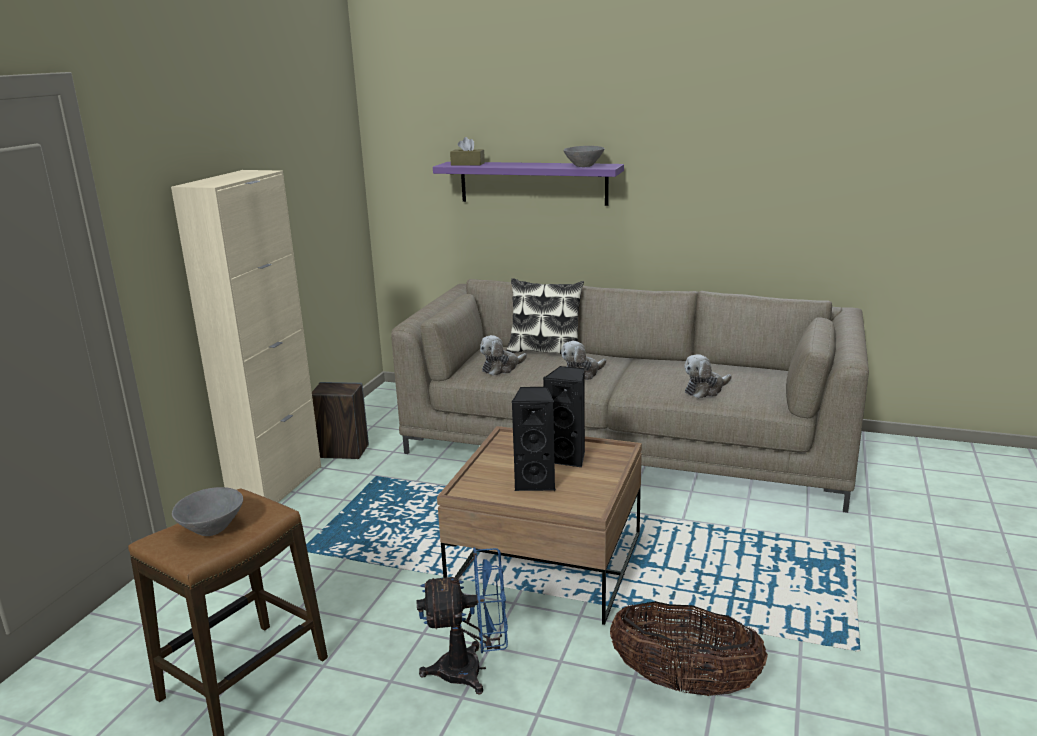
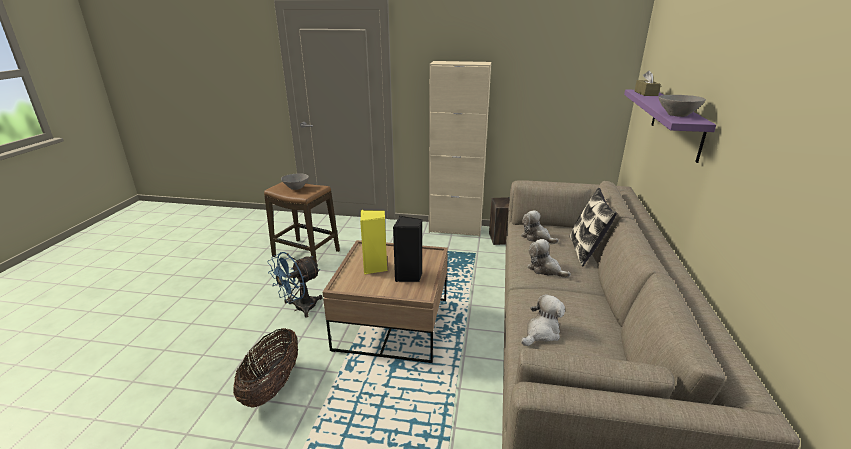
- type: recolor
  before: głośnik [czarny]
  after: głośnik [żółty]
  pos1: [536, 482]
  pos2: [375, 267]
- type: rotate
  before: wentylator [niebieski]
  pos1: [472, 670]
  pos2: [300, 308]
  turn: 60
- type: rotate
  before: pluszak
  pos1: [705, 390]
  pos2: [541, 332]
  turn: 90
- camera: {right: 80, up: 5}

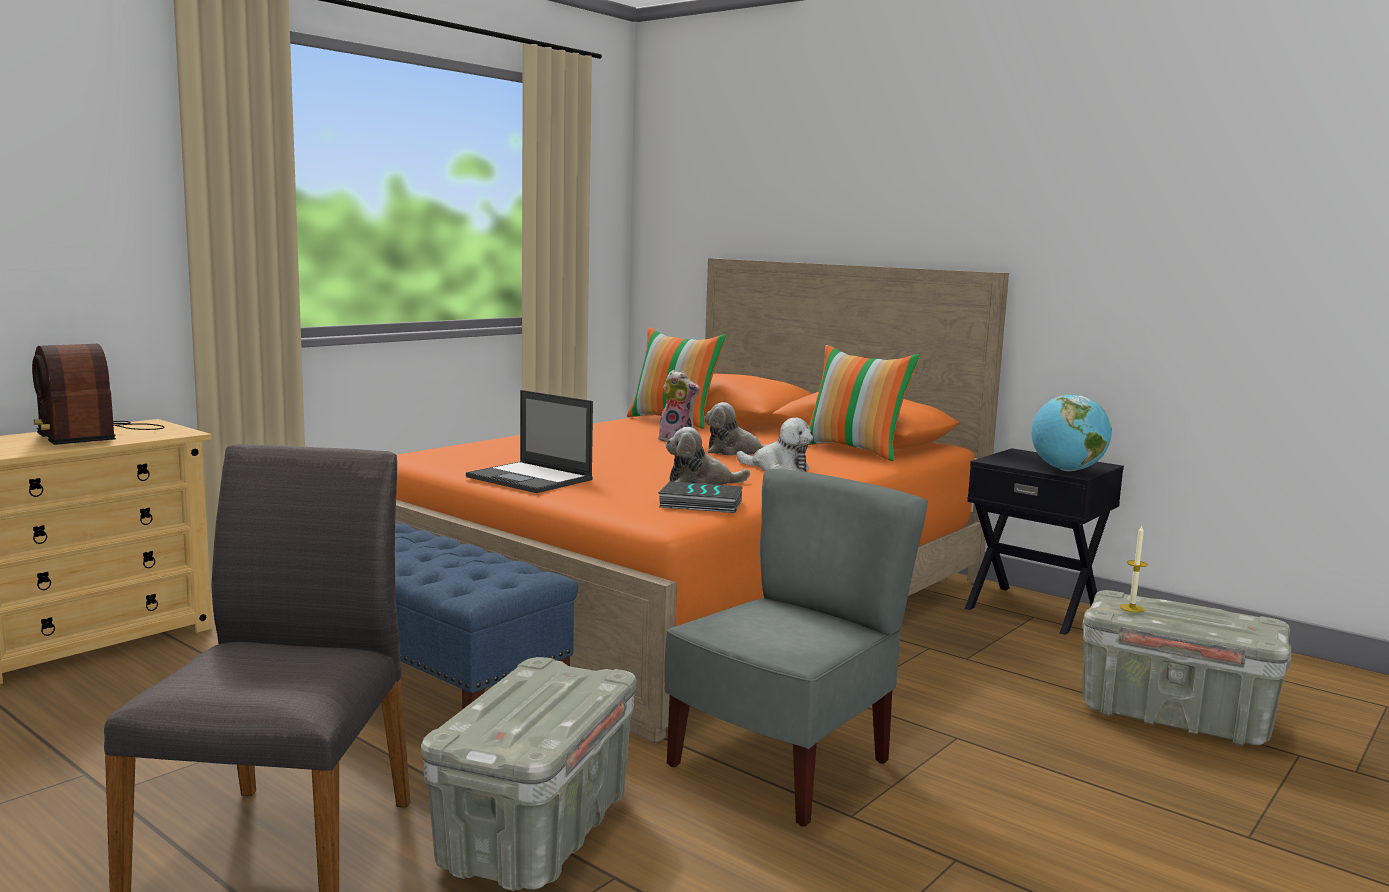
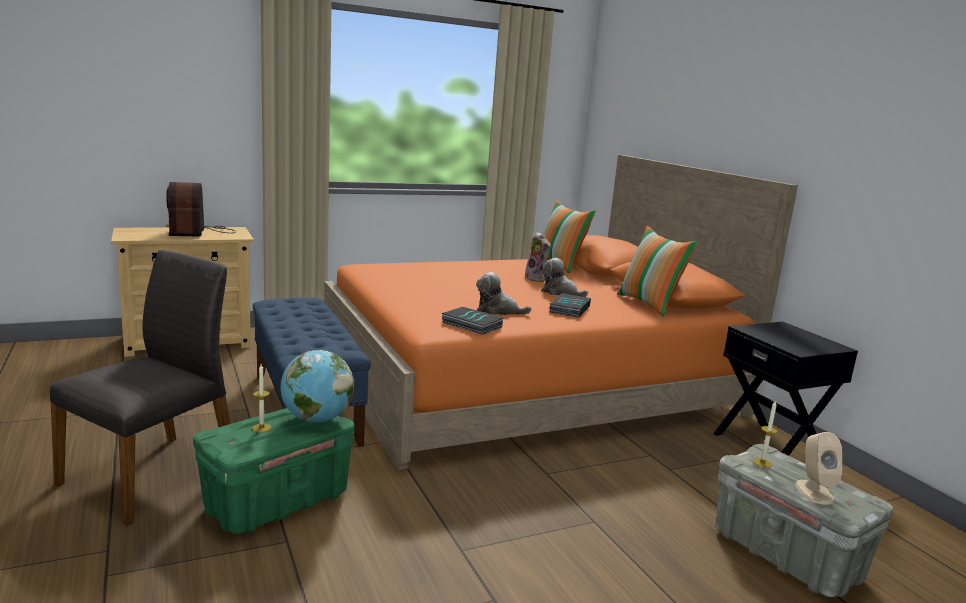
- type: delete
  before: laptop
  pos1: [531, 478]
- type: delete
  before: krzesło [szary]
  pos1: [783, 765]
- type: insert
  after: świeca
  pos2: [261, 428]
- type: insert
  after: głośnik [beżowy]
  pos2: [814, 492]
- type: move
  before: globus
  pos1: [1066, 470]
  pos2: [316, 419]
- type: replace
  before: pluszak
  after: książka
  pos1: [778, 468]
  pos2: [568, 309]
- type: recolor
  before: pojemnik do przechowywania [szary]
  after: pojemnik do przechowywania [zielony]
  pos1: [535, 830]
  pos2: [277, 501]
- camera: {right: 25, up: 5}

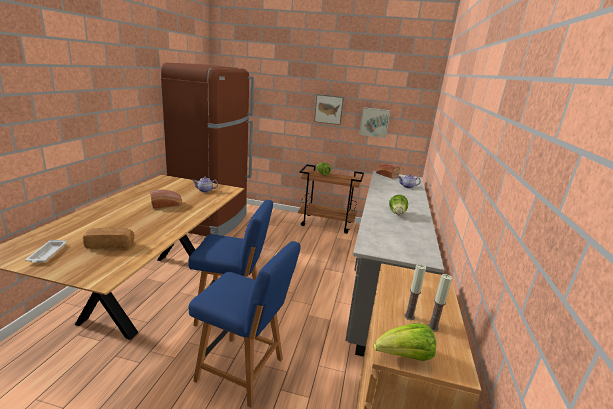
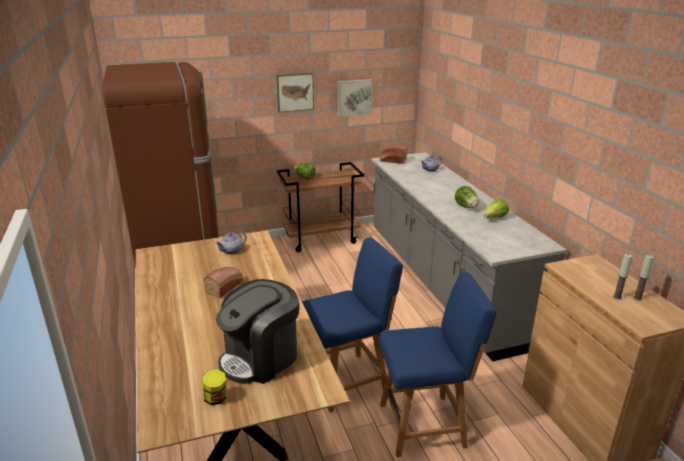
- type: move
  before: sałata
  pos1: [404, 357]
  pos2: [494, 219]
- type: replace
  before: taca [biały]
  after: słoik
  pos1: [47, 254]
  pos2: [216, 399]
- type: replace
  before: chleb
  after: ekspres do kawy
  pos1: [110, 245]
  pos2: [260, 358]
- camera: {right: -30, up: 5}

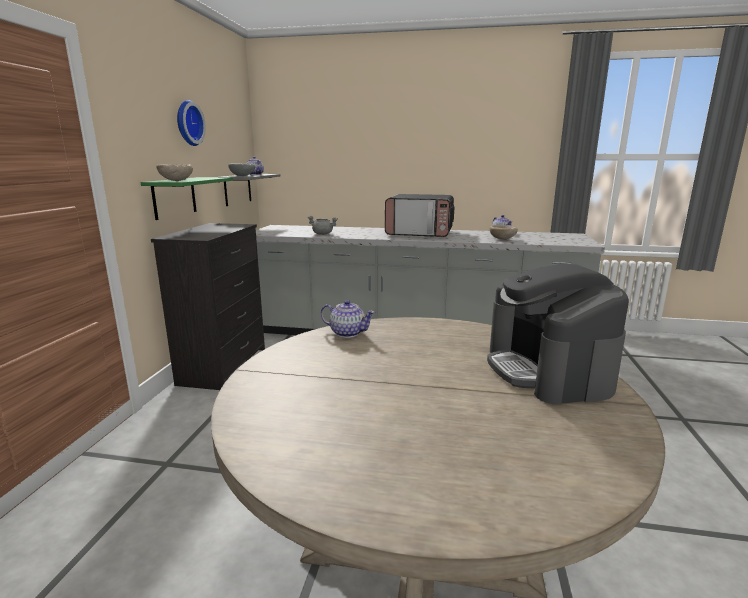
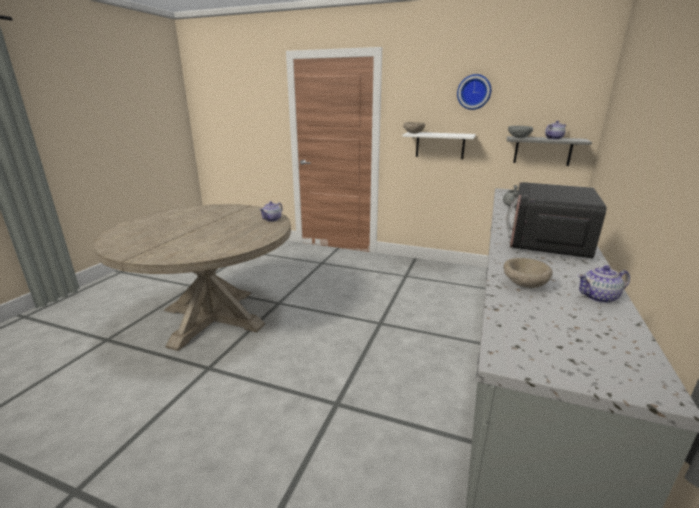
- type: delete
  before: komoda [czarny]
  pos1: [224, 365]
- type: delete
  before: ekspres do kawy
  pos1: [547, 370]
- type: recolor
  before: półka [zielony]
  after: półka [biały]
  pos1: [174, 197]
  pos2: [440, 145]
- camera: {right: 100, up: 5}

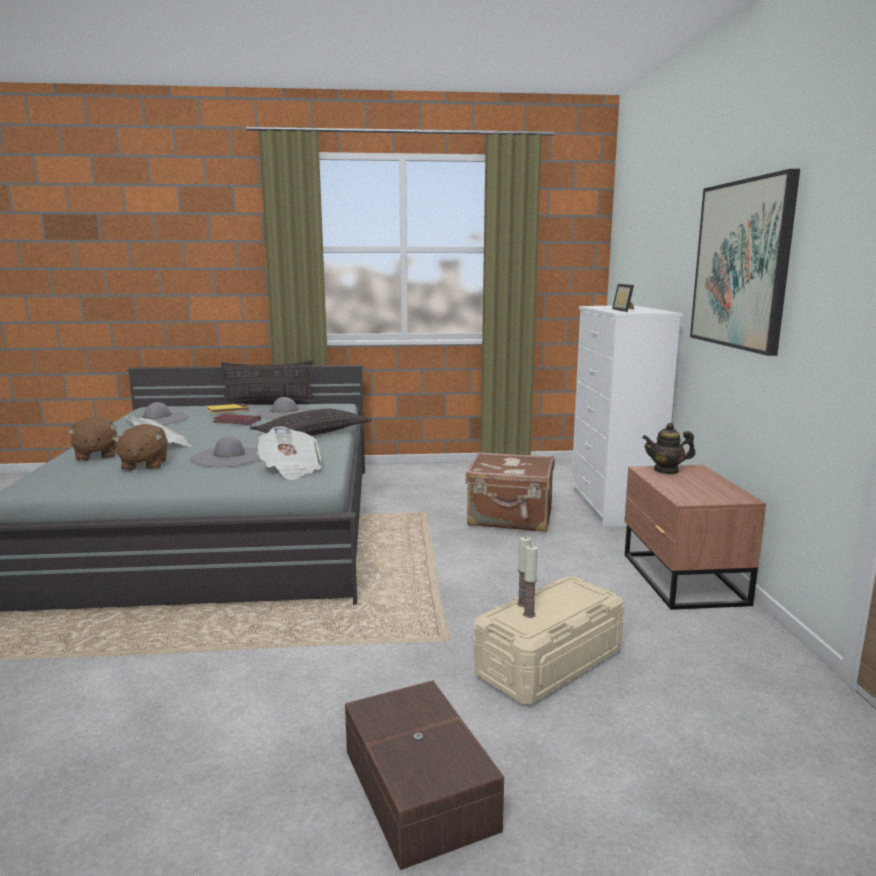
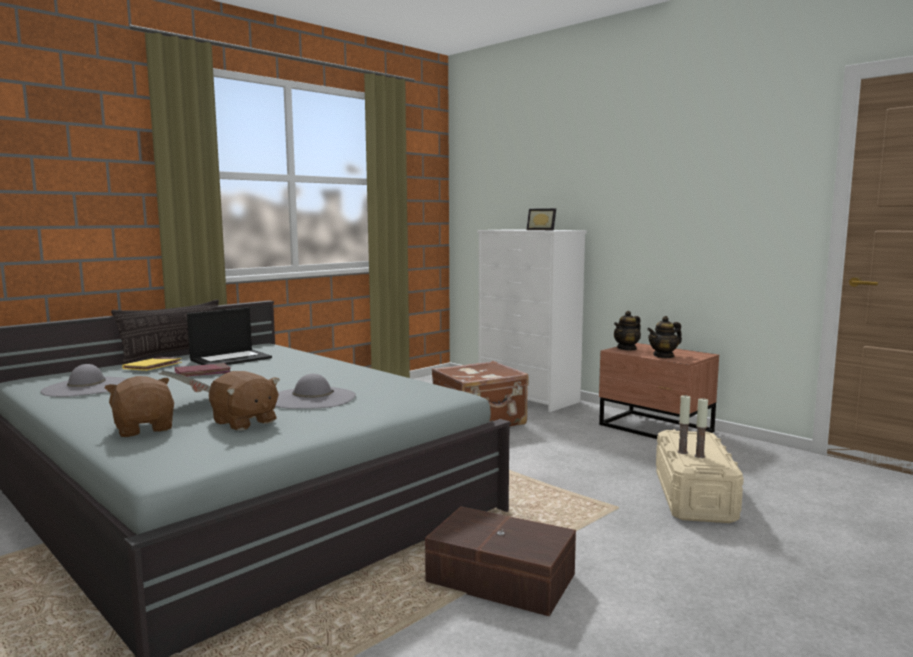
- type: delete
  before: poduszka
  pos1: [313, 433]
- type: delete
  before: gazeta
  pos1: [290, 470]
- type: delete
  before: obraz
  pos1: [741, 265]
- type: insert
  after: imbryk
  pos2: [664, 356]
- type: move
  before: pojemnik do przechowywania [brązowy]
  pos1: [416, 791]
  pos2: [501, 580]
- type: replace
  before: kapelusz [szary]
  after: laptop
  pos1: [285, 413]
  pos2: [231, 359]
- type: rotate
  before: pluszak [brązowy]
  pos1: [96, 456]
  pos2: [144, 428]
  turn: -150
- camera: {right: -40, up: -5}

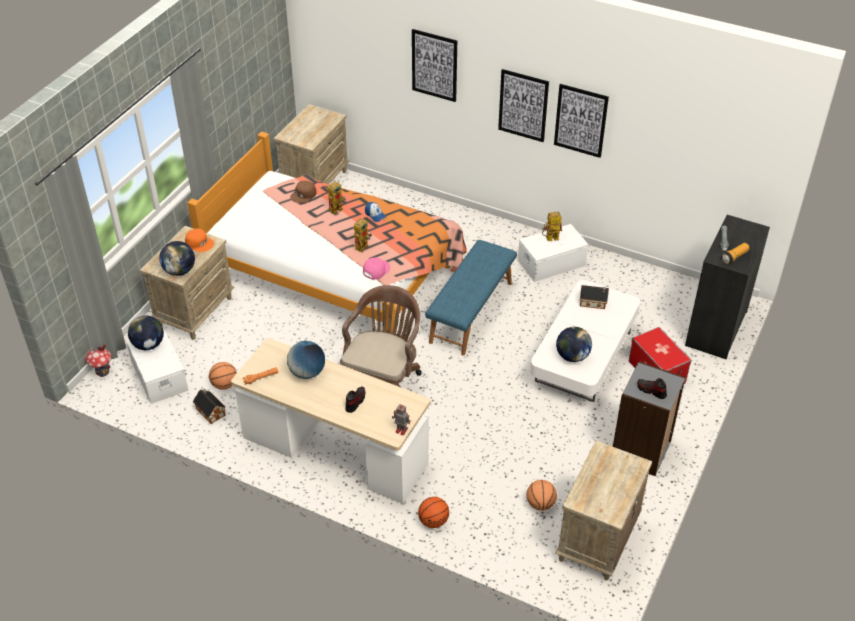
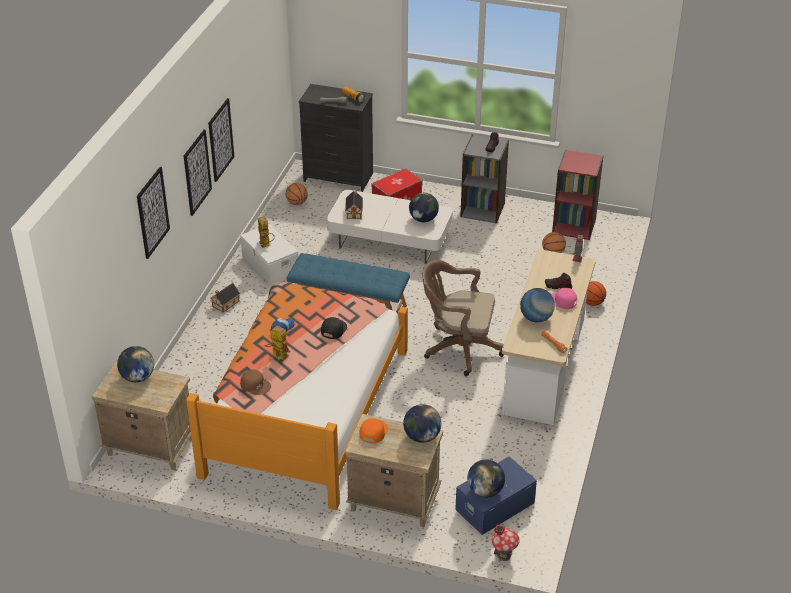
- type: insert
  after: globus
  pos2: [137, 377]
- type: move
  before: domek
  pos1: [210, 411]
  pos2: [224, 304]
- type: move
  before: piłka do koszykówki
  pos1: [224, 385]
  pos2: [297, 203]
- type: move
  before: czapka z daszkiem [różowy]
  pos1: [376, 269]
  pos2: [562, 301]
- type: replace
  before: robot zabawkowy
  after: czapka z daszkiem [czarny]
  pos1: [362, 245]
  pos2: [333, 329]
- type: replace
  before: szafka nocna [beżowy]
  after: regał [czerwony]
  pos1: [597, 540]
  pos2: [574, 226]
- type: recolor
  before: pojemnik do przechowywania [biały]
  after: pojemnik do przechowywania [niebieski]
  pos1: [160, 375]
  pos2: [494, 506]
- camera: {right: -100, up: -5}

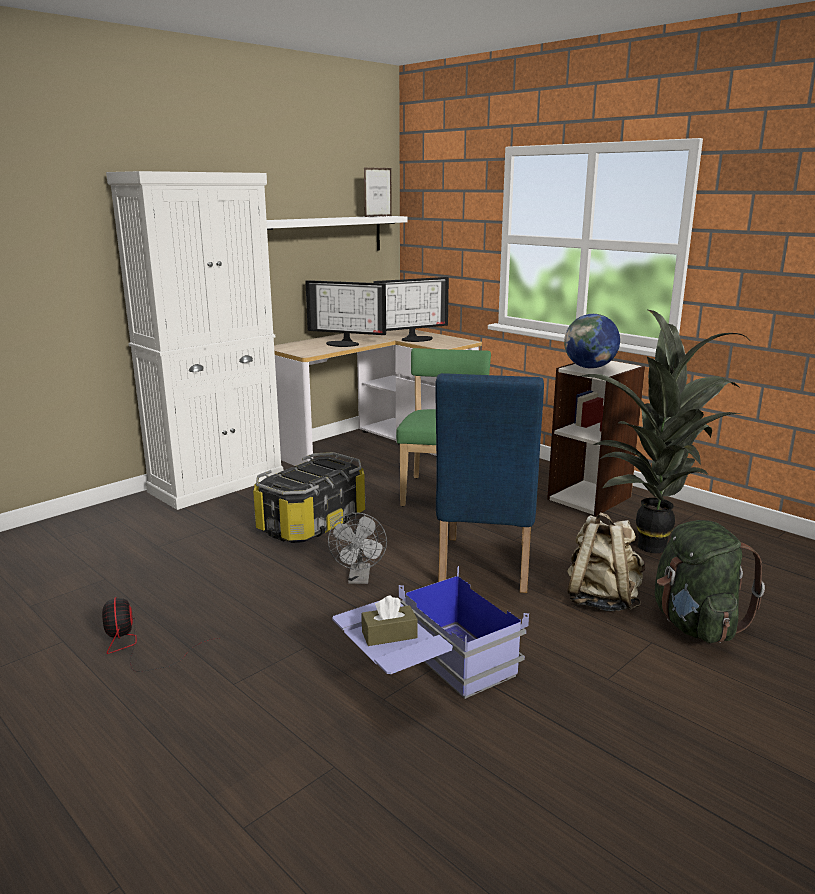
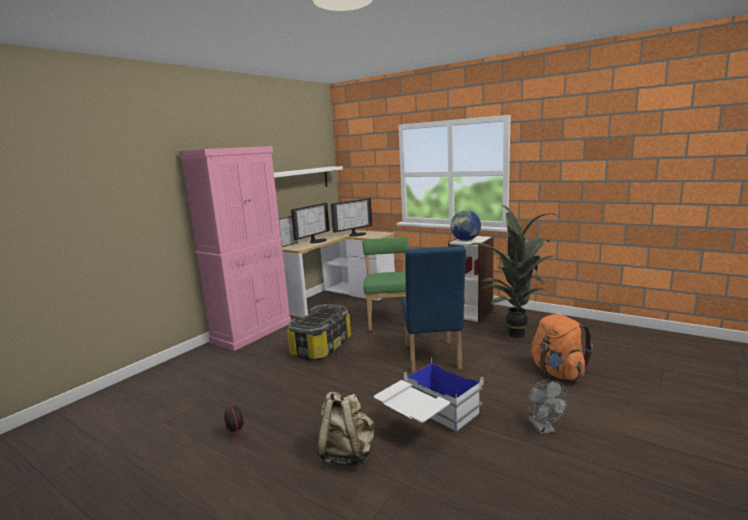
- type: delete
  before: pudełko chusteczek [brązowy]
  pos1: [389, 635]
- type: move
  before: wentylator [szary]
  pos1: [359, 579]
  pos2: [544, 429]
- type: move
  before: ramka na zdjęcie
  pos1: [378, 216]
  pos2: [289, 245]
- type: move
  before: plecak [beżowy]
  pos1: [601, 600]
  pos2: [347, 454]
- type: recolor
  before: szafka [biały]
  after: szafka [różowy]
  pos1: [217, 483]
  pos2: [252, 332]
- type: recolor
  before: pojemnik do przechowywania [niebieski]
  after: pojemnik do przechowywania [biały]
  pos1: [427, 674]
  pos2: [428, 422]
- type: recolor
  before: plecak [zielony]
  after: plecak [pomarańczowy]
  pos1: [695, 625]
  pos2: [558, 372]
- type: rotate
  before: monitor
  pos1: [344, 343]
  pos2: [317, 241]
  turn: -60
- camera: {right: -10, up: -5}

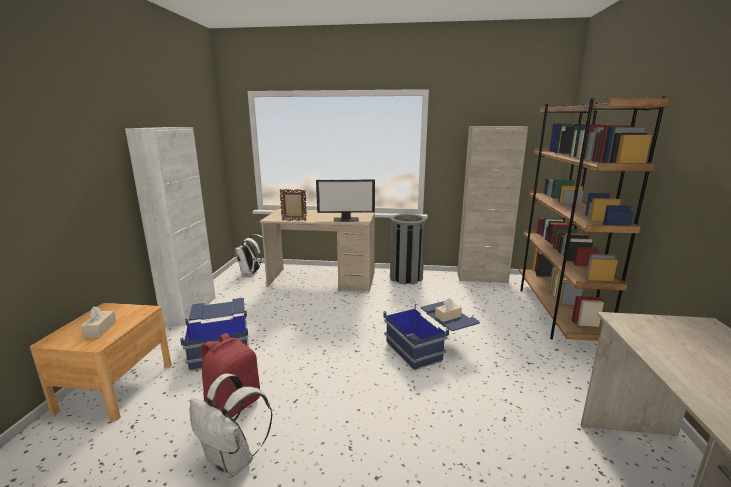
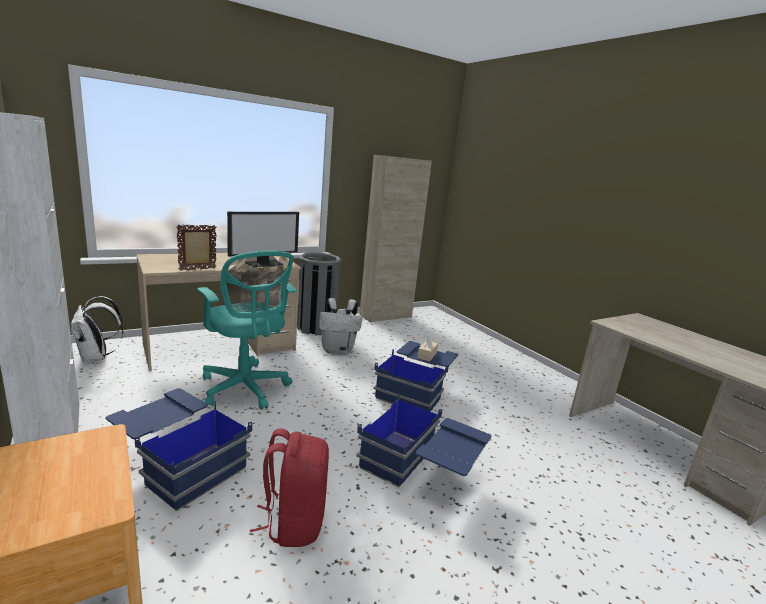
- type: delete
  before: pudełko chusteczek [beżowy]
  pos1: [100, 329]
- type: delete
  before: regał [brązowy]
  pos1: [555, 313]
- type: insert
  after: krzesło biurowe [turkusowy]
  pos2: [245, 389]
- type: insert
  after: pojemnik do przechowywania [niebieski]
  pos2: [420, 470]
- type: move
  before: plecak [biały]
  pos1: [233, 461]
  pos2: [338, 350]
- camera: {right: -40, up: 0}

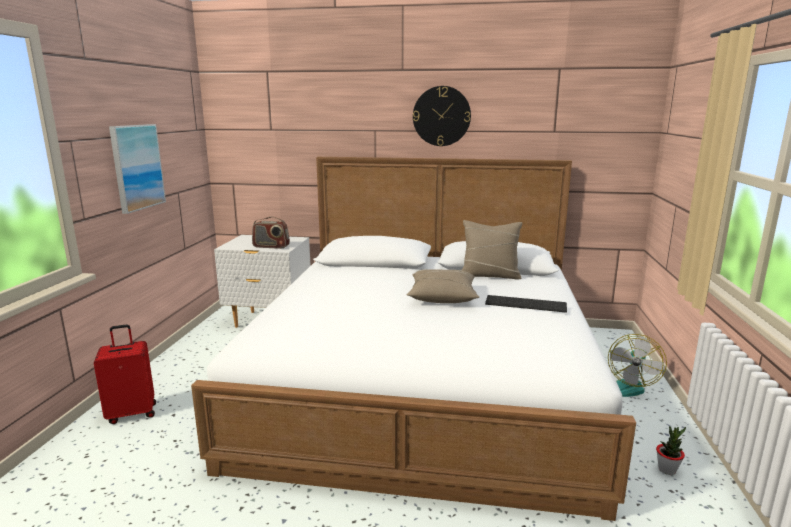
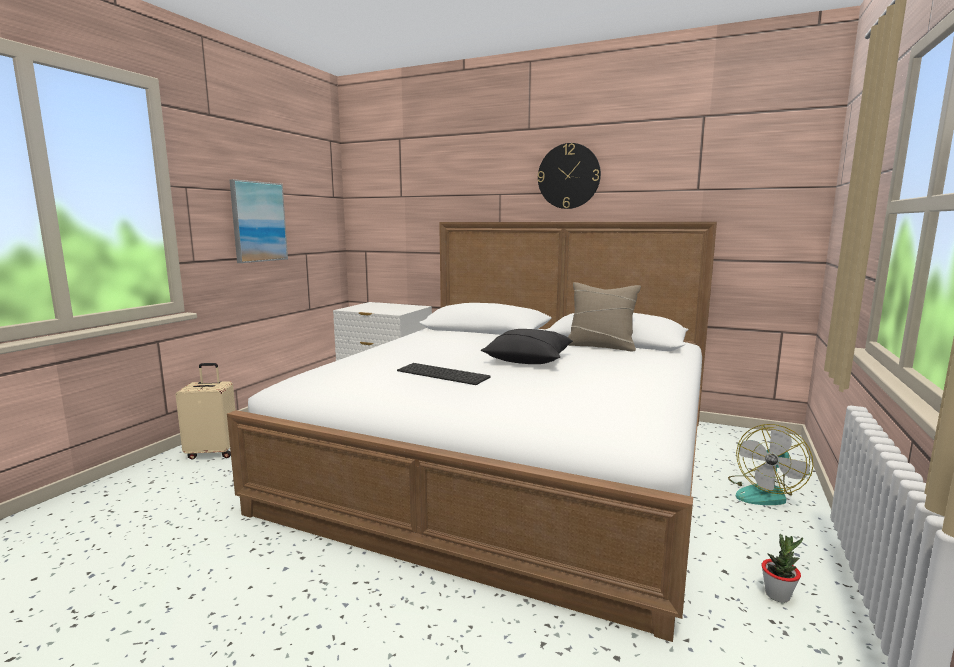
- type: delete
  before: radio
  pos1: [271, 246]
- type: move
  before: klawiatura
  pos1: [526, 303]
  pos2: [444, 374]
- type: recolor
  before: walizka [czerwony]
  after: walizka [beżowy]
  pos1: [132, 413]
  pos2: [213, 452]
- type: recolor
  before: poduszka [beżowy]
  after: poduszka [czarny]
  pos1: [442, 297]
  pos2: [528, 359]
- camera: {right: 15, up: -5}

